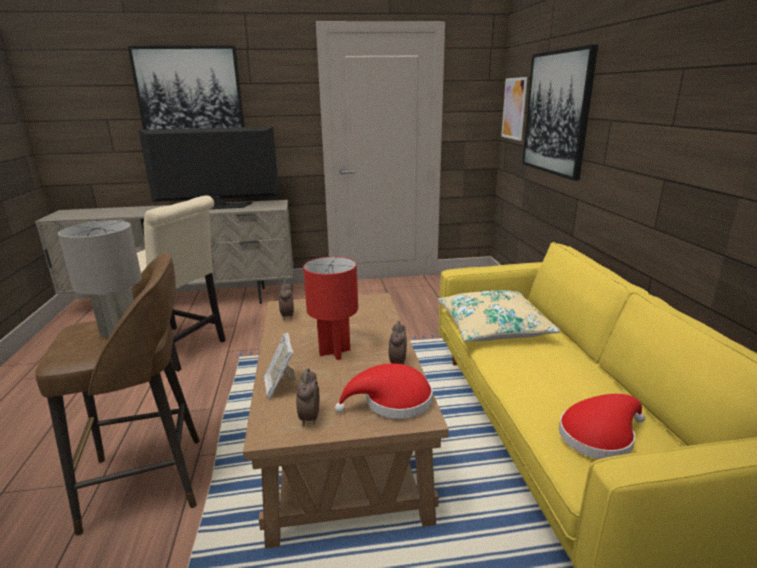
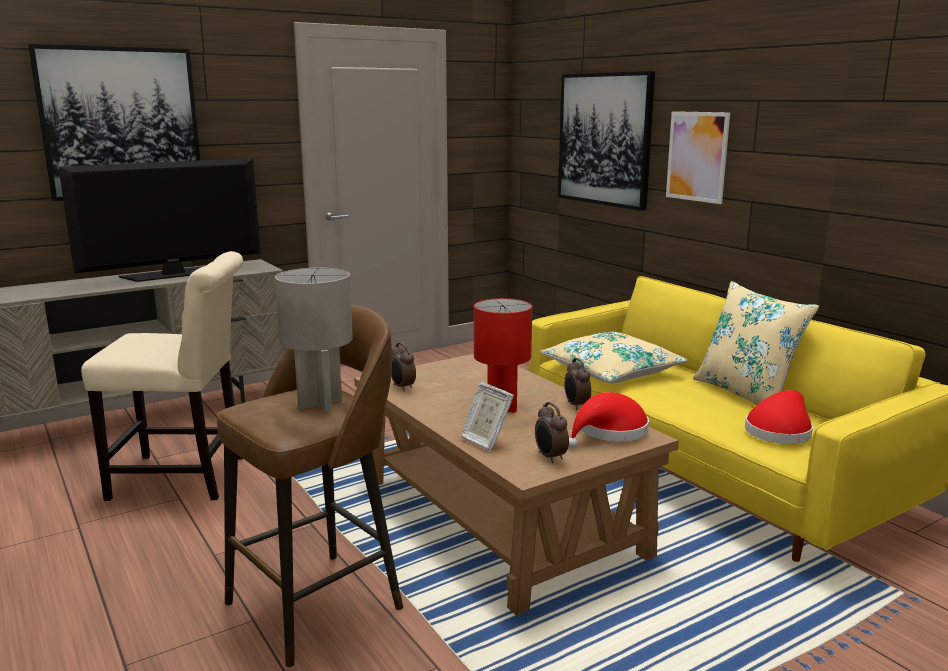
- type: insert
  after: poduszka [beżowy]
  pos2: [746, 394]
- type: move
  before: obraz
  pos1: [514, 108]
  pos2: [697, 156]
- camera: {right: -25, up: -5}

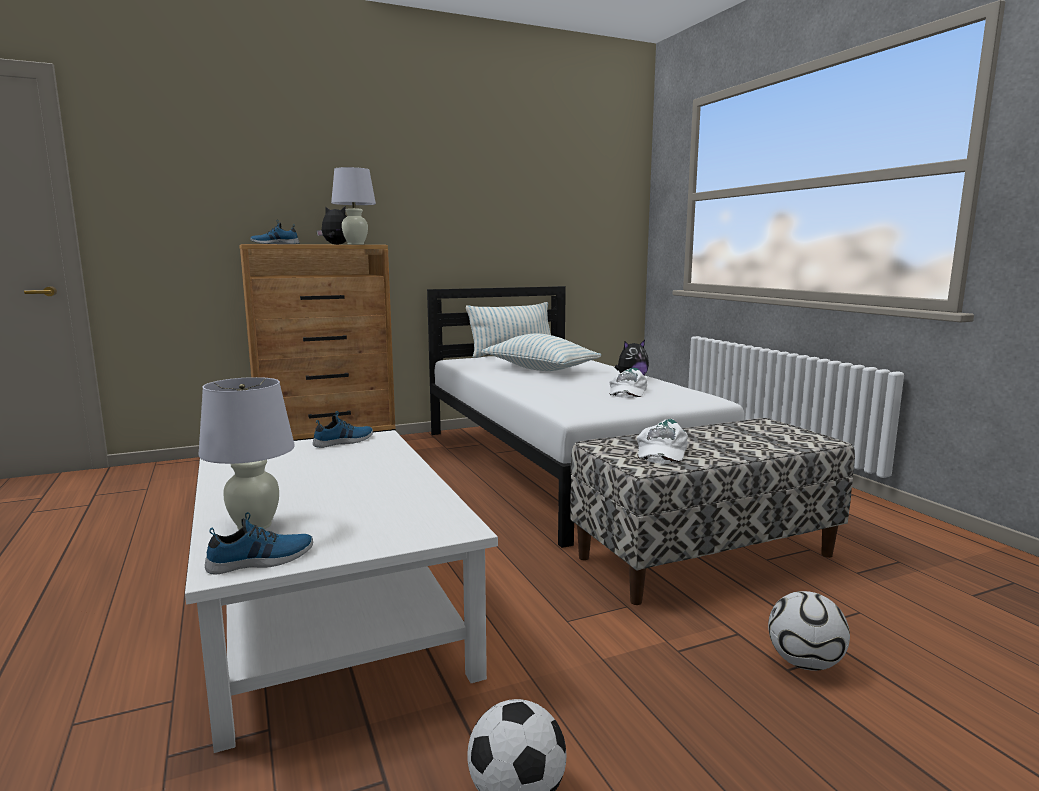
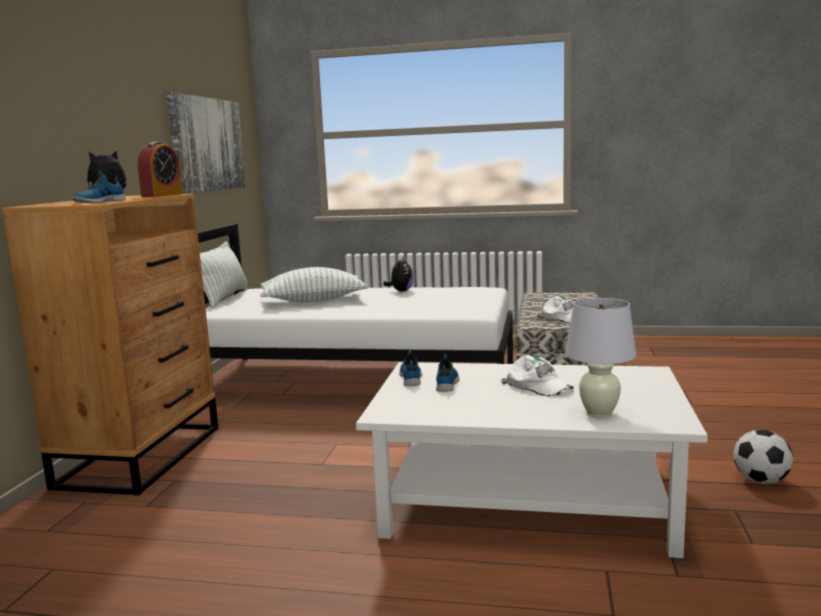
- type: delete
  before: piłka futbolowa
  pos1: [805, 663]
- type: insert
  after: obraz
  pos2: [207, 144]
- type: move
  before: but
  pos1: [261, 560]
  pos2: [447, 382]
- type: move
  before: czapka z daszkiem [biały]
  pos1: [627, 391]
  pos2: [538, 386]
- type: replace
  before: lampa stołowa [biały]
  after: budzik
  pos1: [355, 244]
  pos2: [162, 195]
- camera: {right: -55, up: 0}

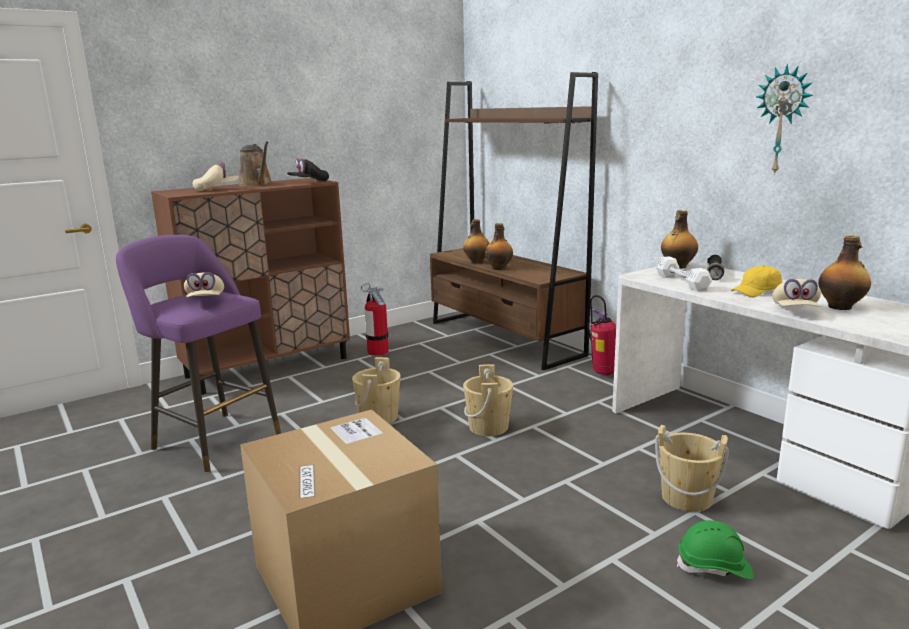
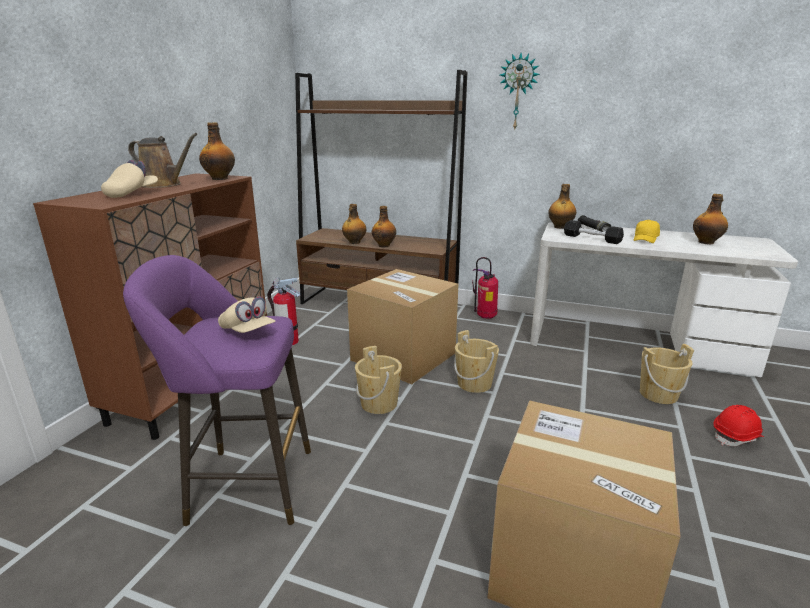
- type: delete
  before: czapka z daszkiem [beżowy]
  pos1: [795, 311]
- type: insert
  after: karton
  pos2: [403, 356]
- type: move
  before: zegar ścienny
  pos1: [783, 120]
  pos2: [518, 92]
- type: replace
  before: czapka z daszkiem [czarny]
  after: butelka
  pos1: [309, 182]
  pos2: [220, 178]
- type: recolor
  before: hantel [biały]
  after: hantel [czarny]
  pos1: [681, 282]
  pos2: [592, 239]
- type: recolor
  before: kask [zielony]
  after: kask [czerwony]
  pos1: [714, 567]
  pos2: [736, 436]
- camera: {right: -35, up: 5}

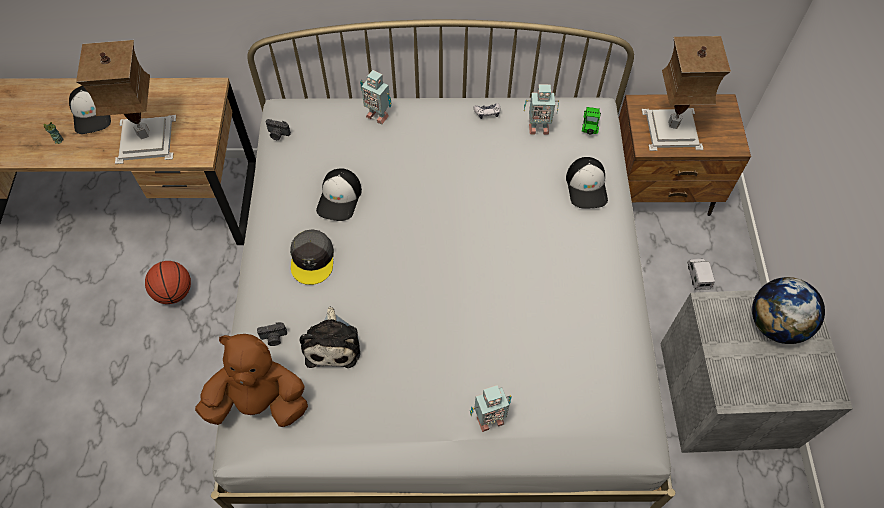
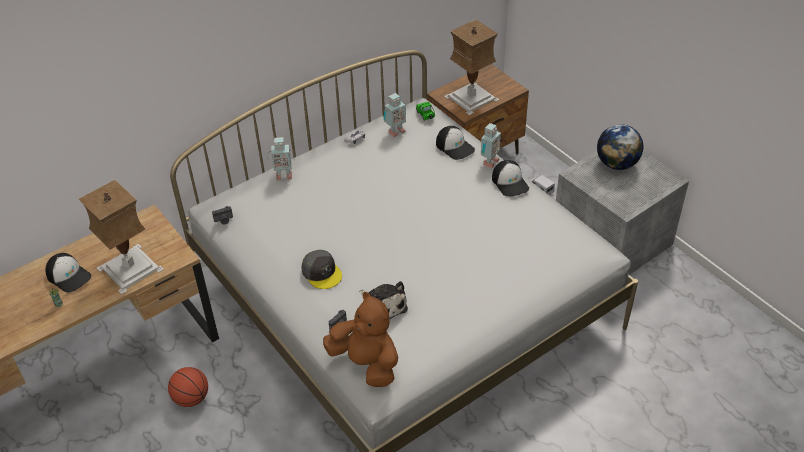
- type: move
  before: czapka z daszkiem
  pos1: [340, 198]
  pos2: [510, 182]
- type: move
  before: robot zabawkowy
  pos1: [488, 419]
  pos2: [489, 162]
- type: rotate
  before: pluszak [brązowy]
  pos1: [260, 402]
  pos2: [366, 363]
  turn: 75
- camera: {right: -35, up: -15}

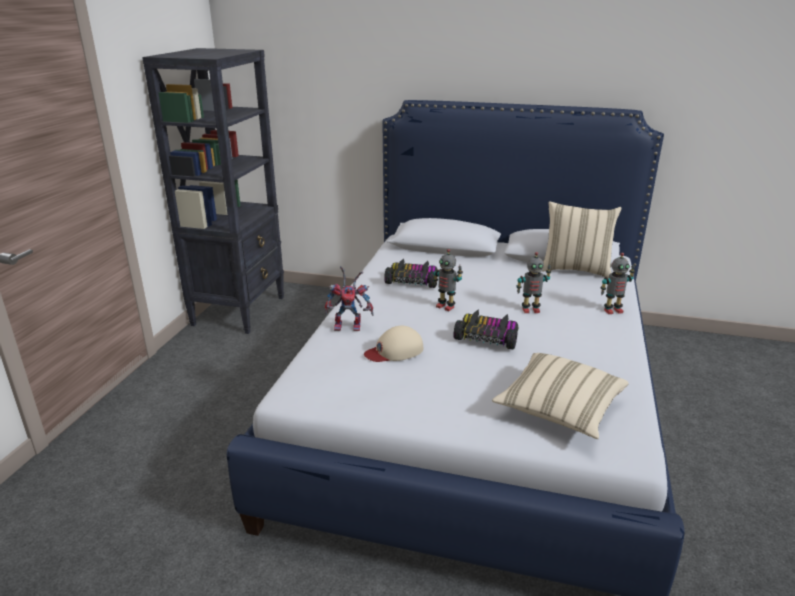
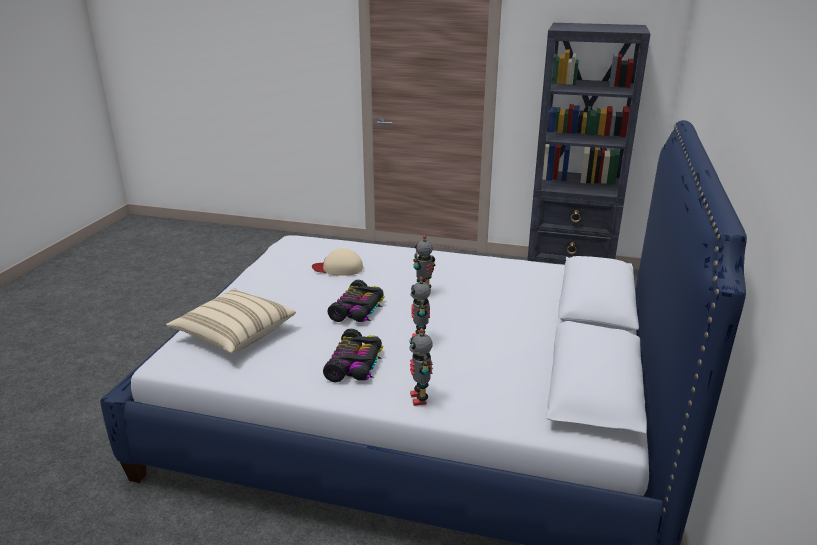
- type: delete
  before: robot zabawkowy
  pos1: [350, 326]
- type: delete
  before: poduszka [beżowy]
  pos1: [575, 270]
- type: move
  before: samochodzik
  pos1: [412, 281]
  pos2: [356, 365]
- type: rotate
  before: czapka z daszkiem [beżowy]
  pos1: [394, 351]
  pos2: [338, 268]
  turn: -60
- camera: {right: 90, up: 0}

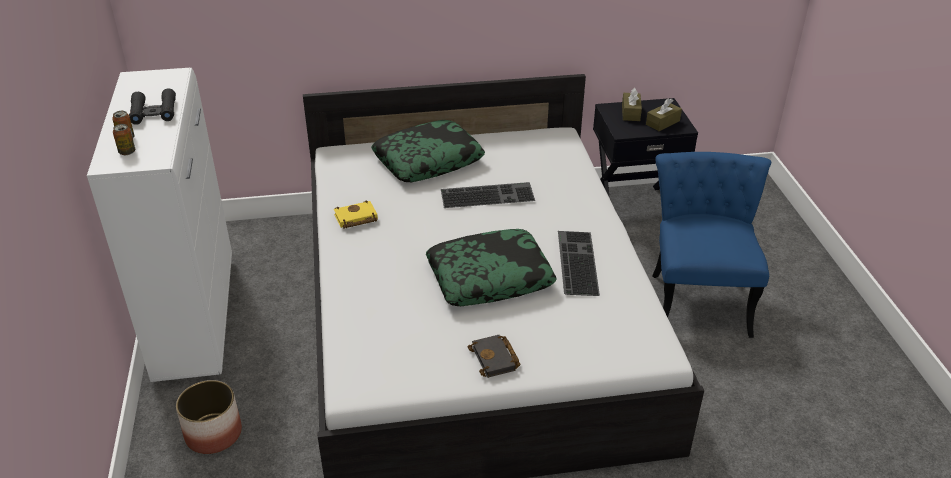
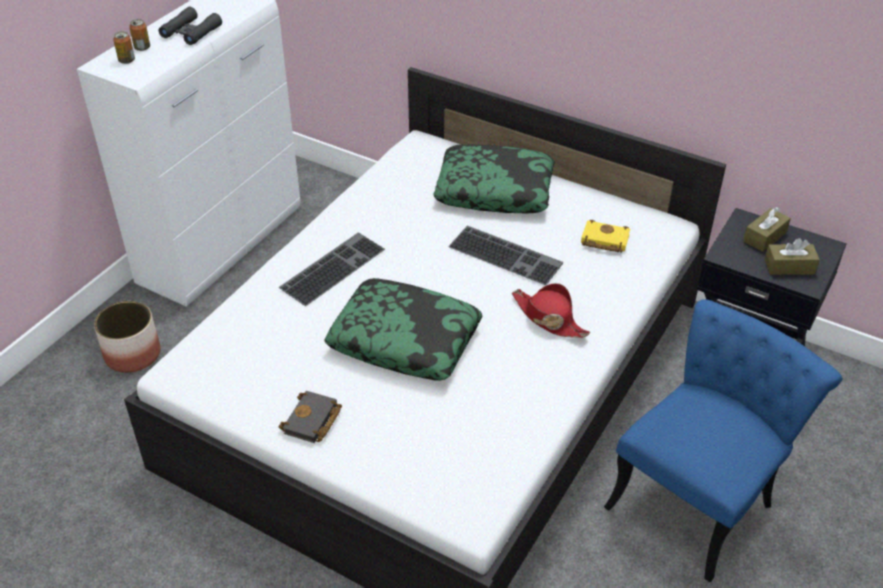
- type: insert
  after: kapelusz [czerwony]
  pos2: [548, 318]
- type: move
  before: książka [żółty]
  pos1: [355, 219]
  pos2: [603, 240]
- type: move
  before: klawiatura
  pos1: [575, 262]
  pos2: [332, 267]
- camera: {right: 40, up: 5}

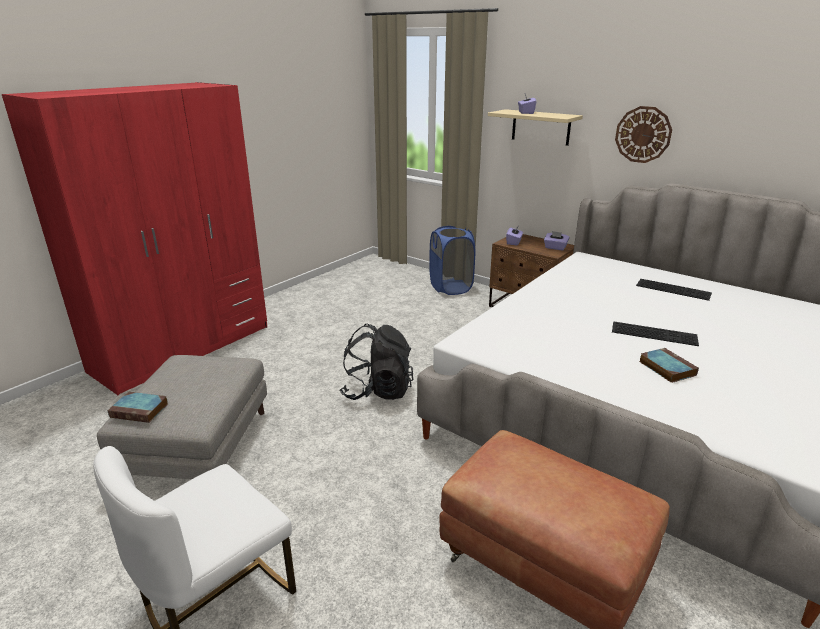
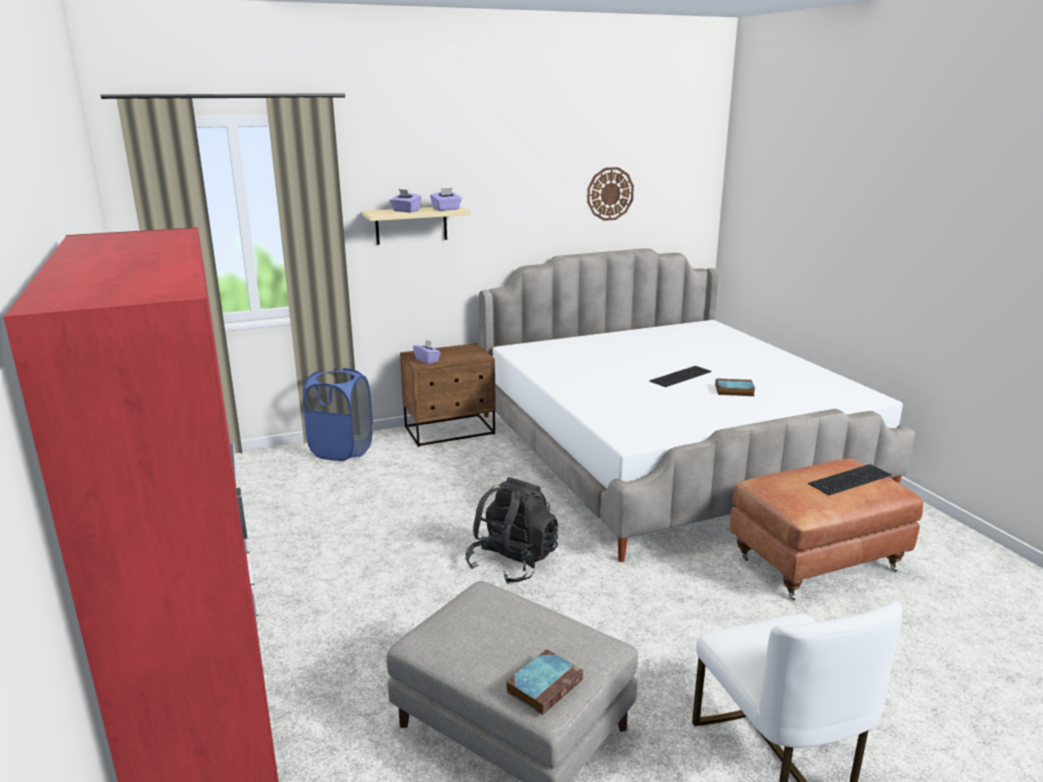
- type: move
  before: pudełko chusteczek [fioletowy]
  pos1: [555, 248]
  pos2: [446, 209]
- type: move
  before: zegar ścienny
  pos1: [643, 134]
  pos2: [610, 193]
- type: move
  before: klawiatura
  pos1: [674, 289]
  pos2: [849, 478]
- camera: {right: -60, up: -5}

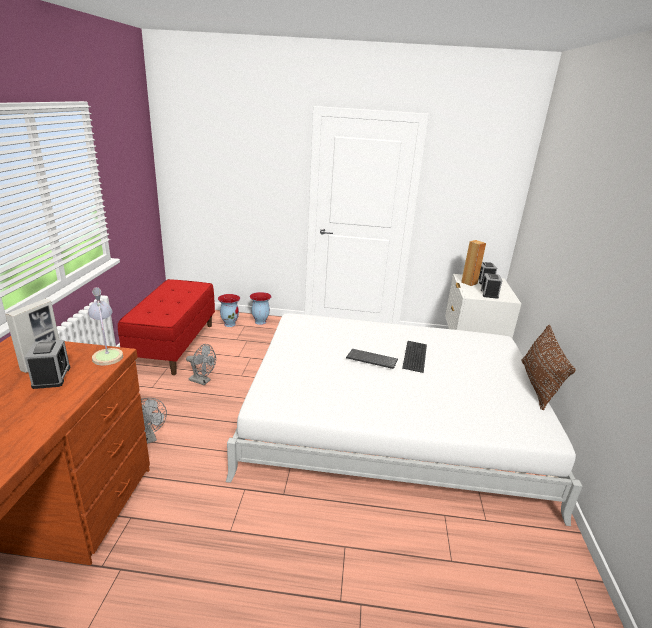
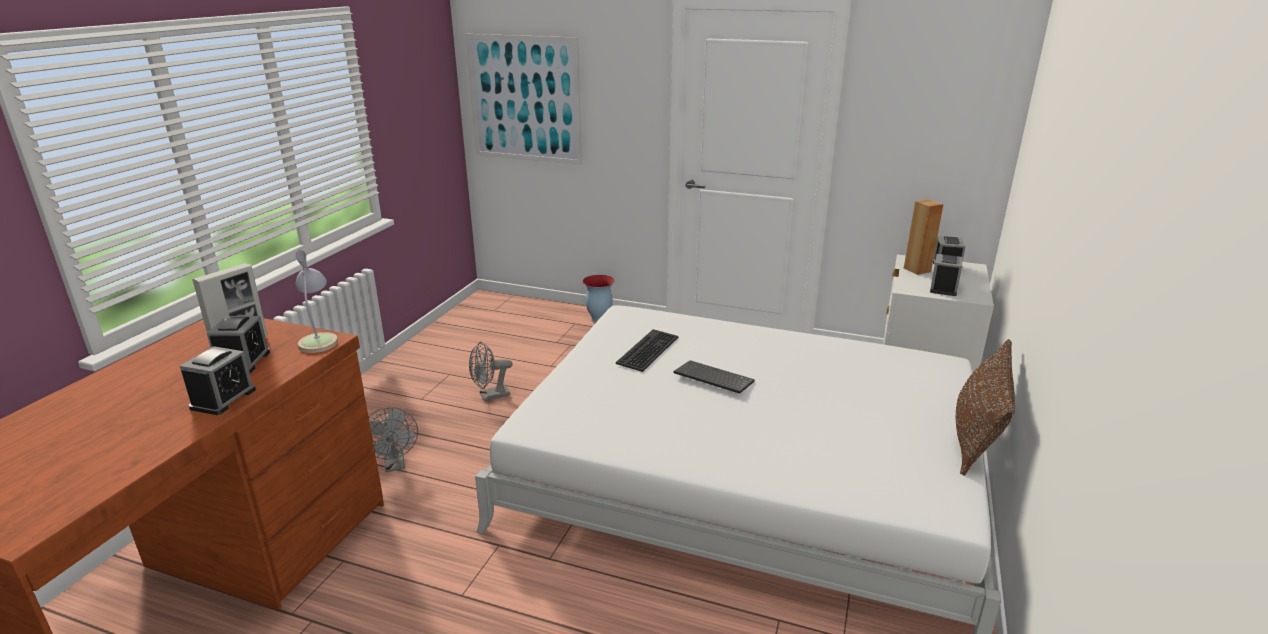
- type: delete
  before: ławka [czerwony]
  pos1: [173, 345]
- type: delete
  before: wazon
  pos1: [230, 324]
- type: insert
  after: budzik
  pos2: [223, 399]
- type: insert
  after: obraz
  pos2: [524, 99]
- type: move
  before: klawiatura
  pos1: [415, 356]
  pos2: [648, 350]
- type: rotate
  before: wentylator [szary]
  pos1: [202, 381]
  pos2: [490, 396]
  turn: 120
- camera: {right: 15, up: 0}

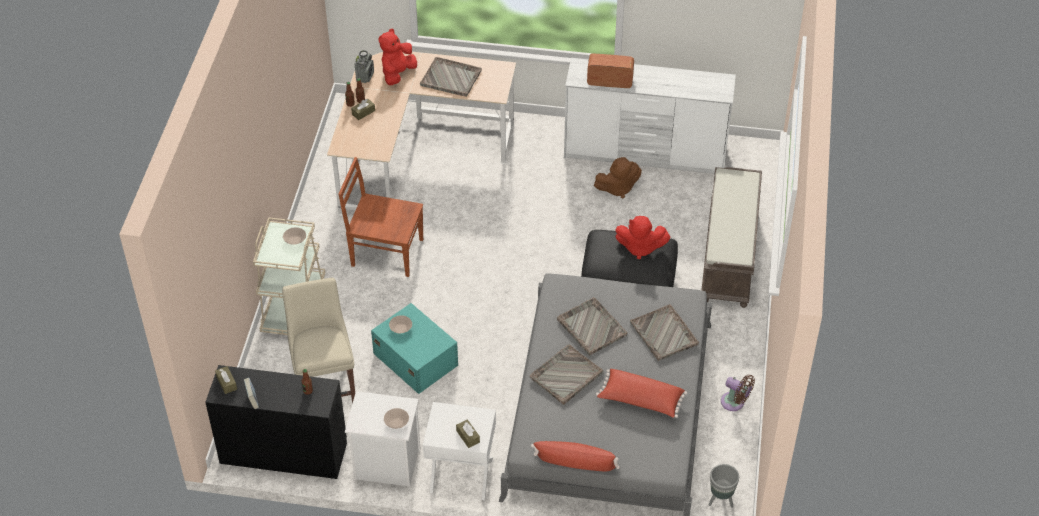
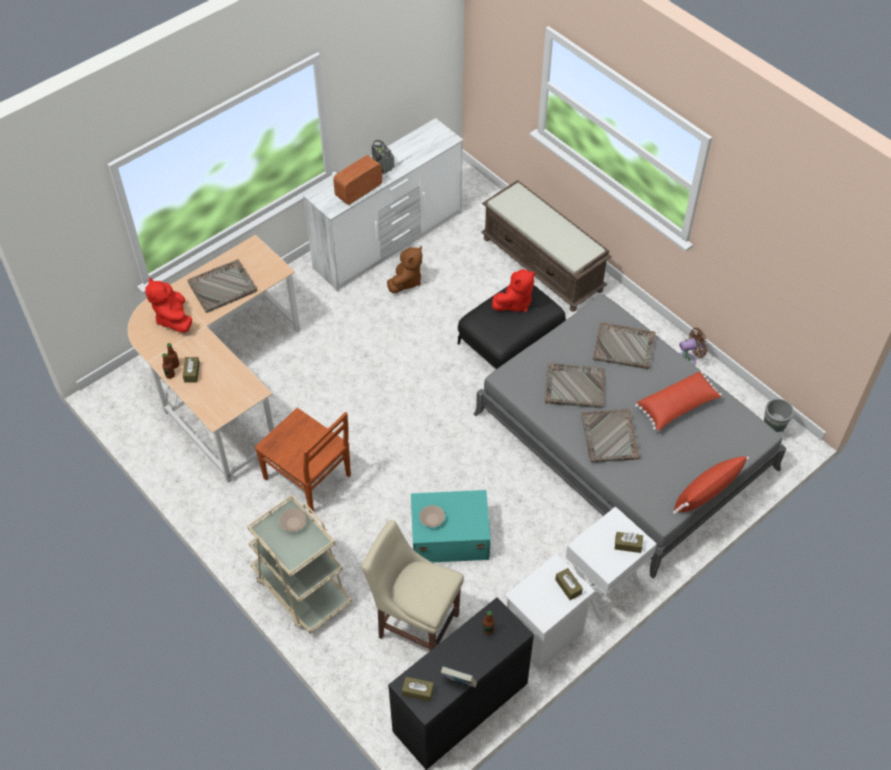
- type: move
  before: radio
  pos1: [365, 76]
  pos2: [383, 166]
- type: replace
  before: miska [beżowy]
  after: pudełko chusteczek [brązowy]
  pos1: [396, 422]
  pos2: [568, 586]
- type: rotate
  before: krzesło [brązowy]
  pos1: [385, 252]
  pos2: [308, 478]
  turn: -105
- camera: {right: -50, up: 5}

